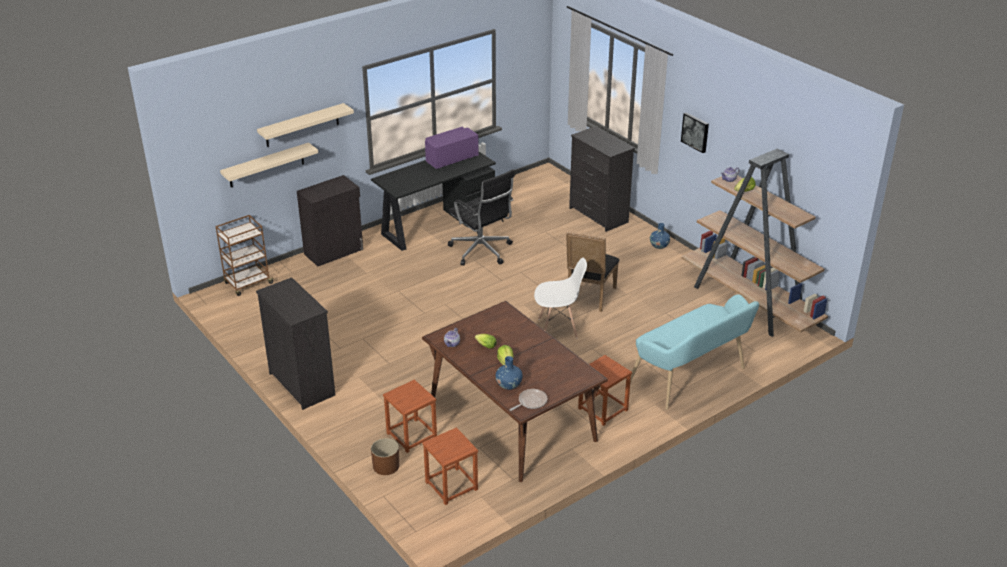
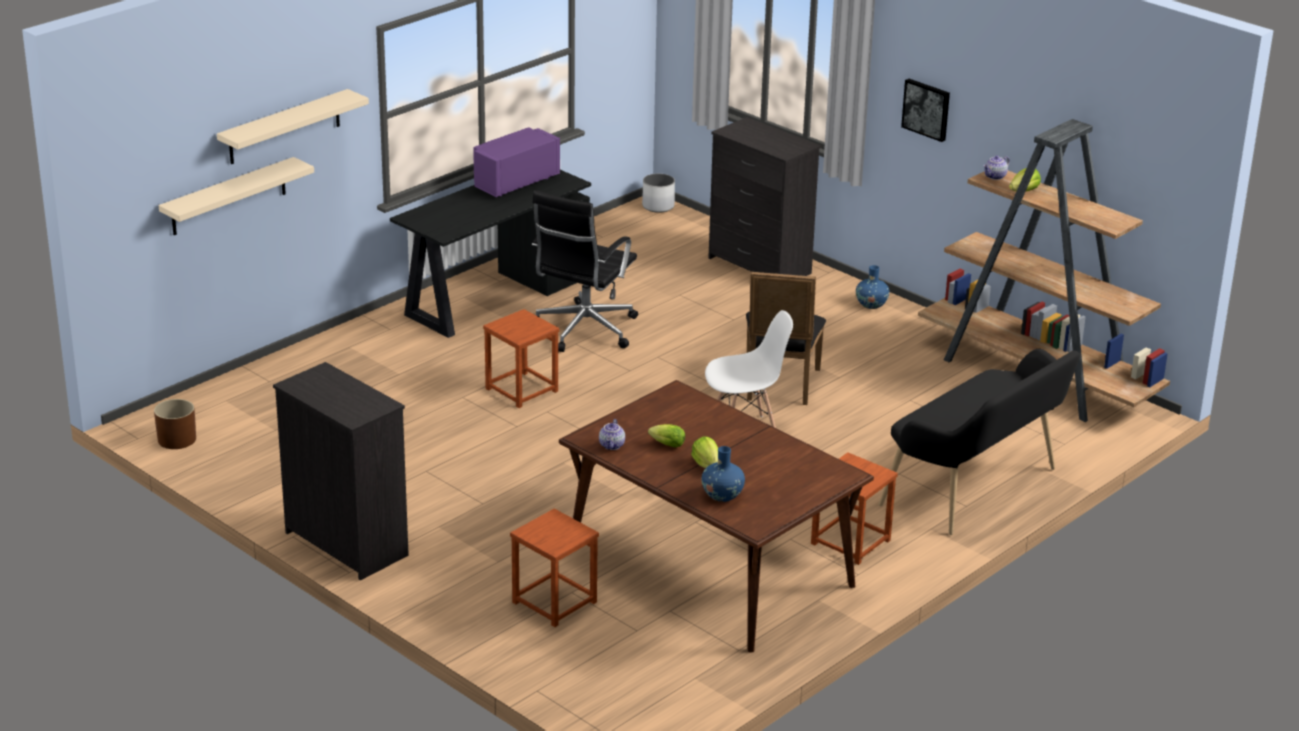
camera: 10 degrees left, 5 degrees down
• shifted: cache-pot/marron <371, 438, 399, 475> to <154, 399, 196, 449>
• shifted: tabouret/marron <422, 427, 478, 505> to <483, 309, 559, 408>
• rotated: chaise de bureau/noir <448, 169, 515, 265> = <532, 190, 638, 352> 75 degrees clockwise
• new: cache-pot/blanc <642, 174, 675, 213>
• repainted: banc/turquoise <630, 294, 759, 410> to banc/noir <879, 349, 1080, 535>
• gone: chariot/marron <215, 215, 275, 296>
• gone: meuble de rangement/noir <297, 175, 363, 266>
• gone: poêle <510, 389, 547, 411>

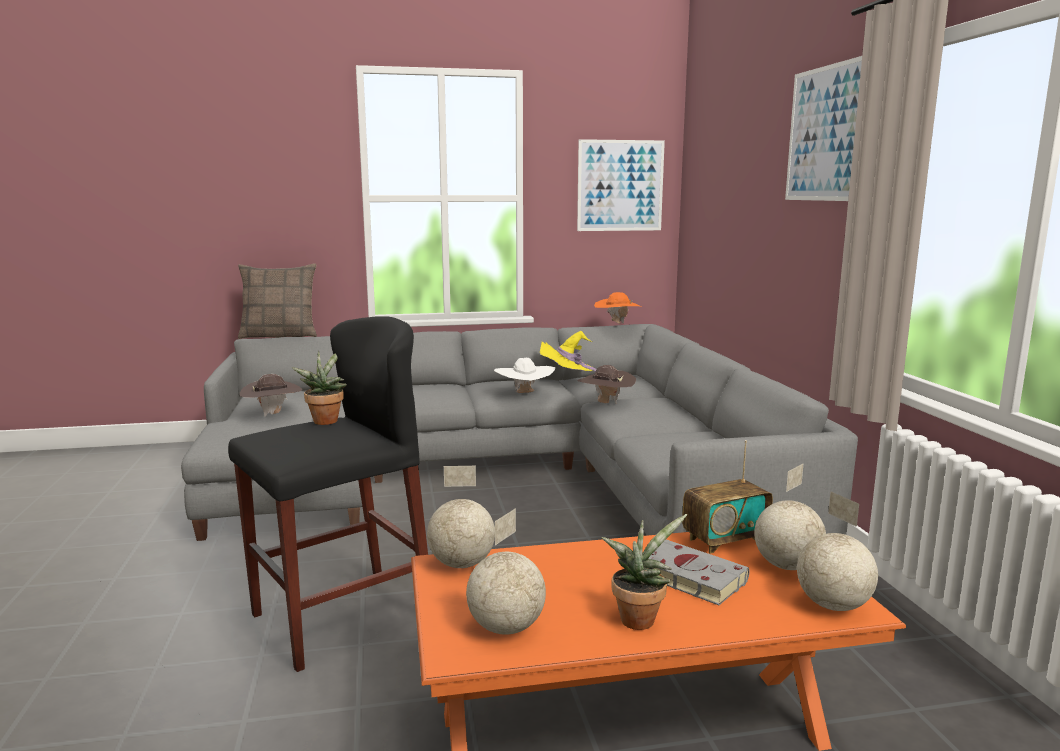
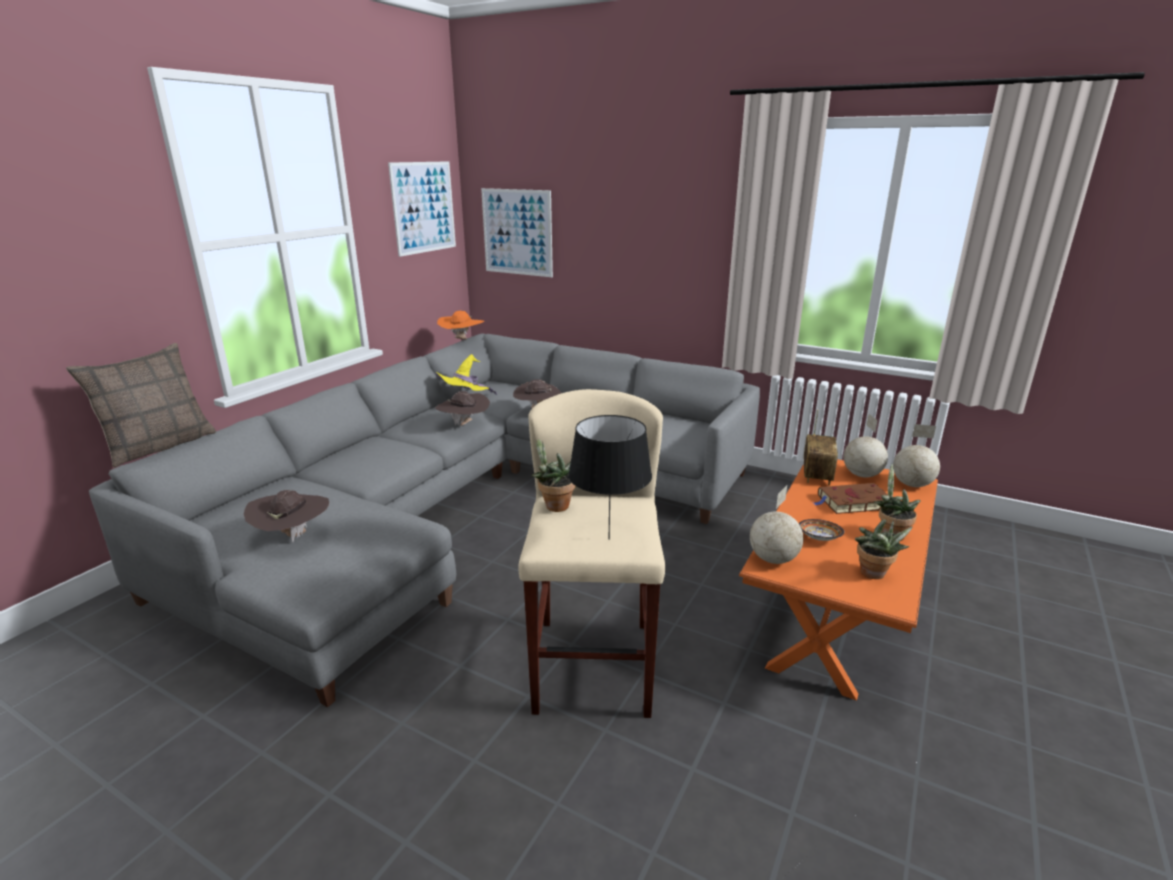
camera: 50 degrees left, 10 degrees up
• repainted: chapeau/blanc <494, 358, 555, 393> to chapeau/marron <435, 391, 490, 426>
• shifted: tableau <785, 56, 862, 201> to <481, 188, 553, 277>
• repainted: tabouret/noir <228, 316, 428, 672> to tabouret/beige <518, 389, 665, 718>
• new: lampe de table/noir <568, 415, 652, 540>
• new: bol <799, 519, 844, 541>
• repainted: livre/gris <648, 539, 749, 605> to livre/marron <814, 483, 888, 514>
• swapped: globe <466, 508, 546, 635> to plante en pot <855, 519, 913, 579>

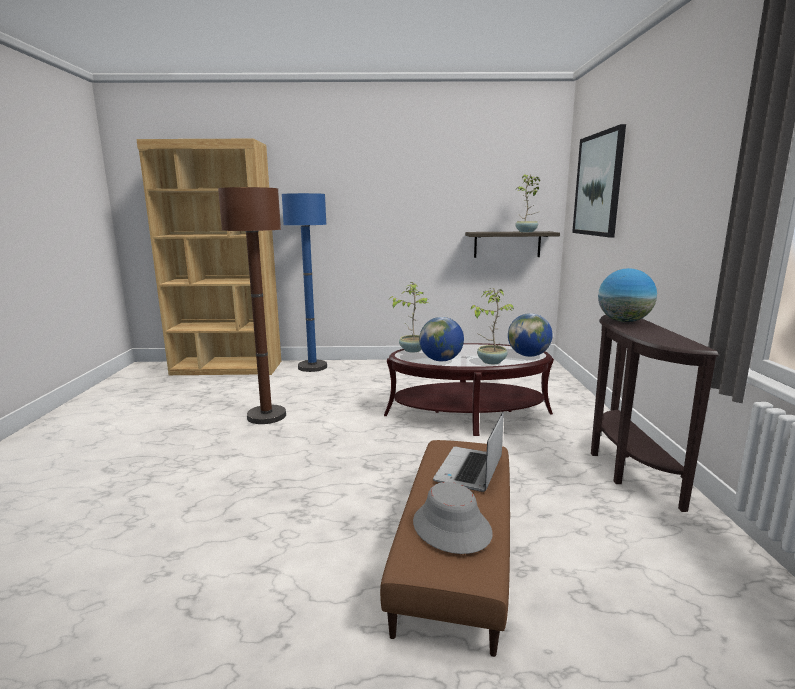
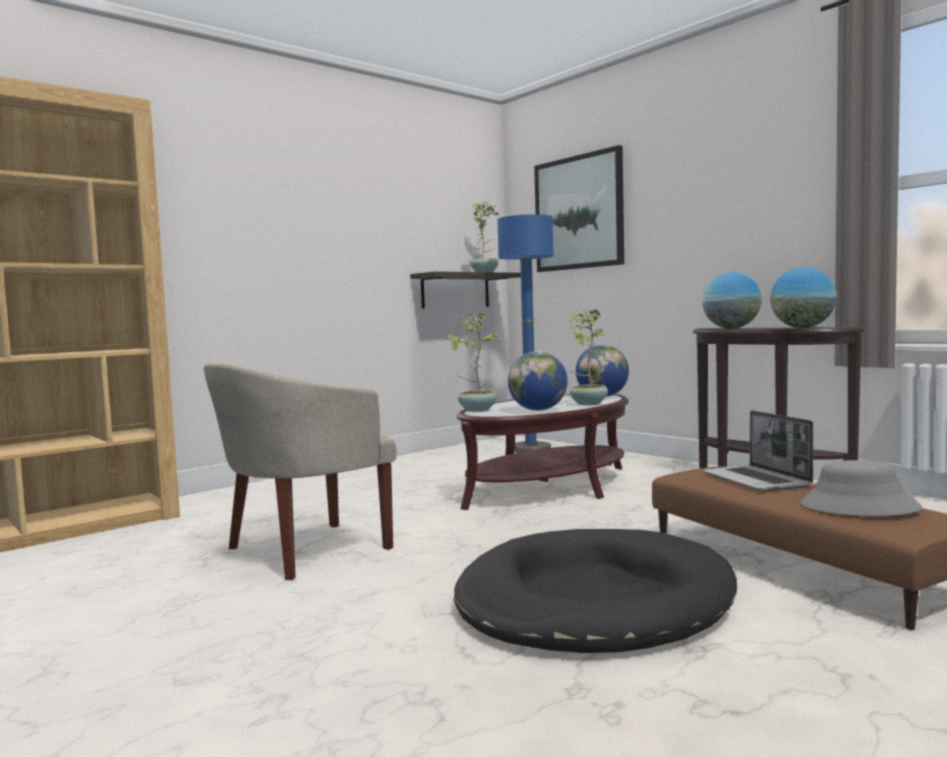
camera: 40 degrees left, 10 degrees down
• swapped: lampadaire/marron <218, 187, 286, 424> to fauteuil/beige <204, 361, 397, 580>
• new: panier pour chien/noir <454, 529, 737, 653>
• shifted: lampadaire/bleu <282, 193, 327, 372> to <497, 214, 554, 453>
• new: globe <770, 267, 837, 328>

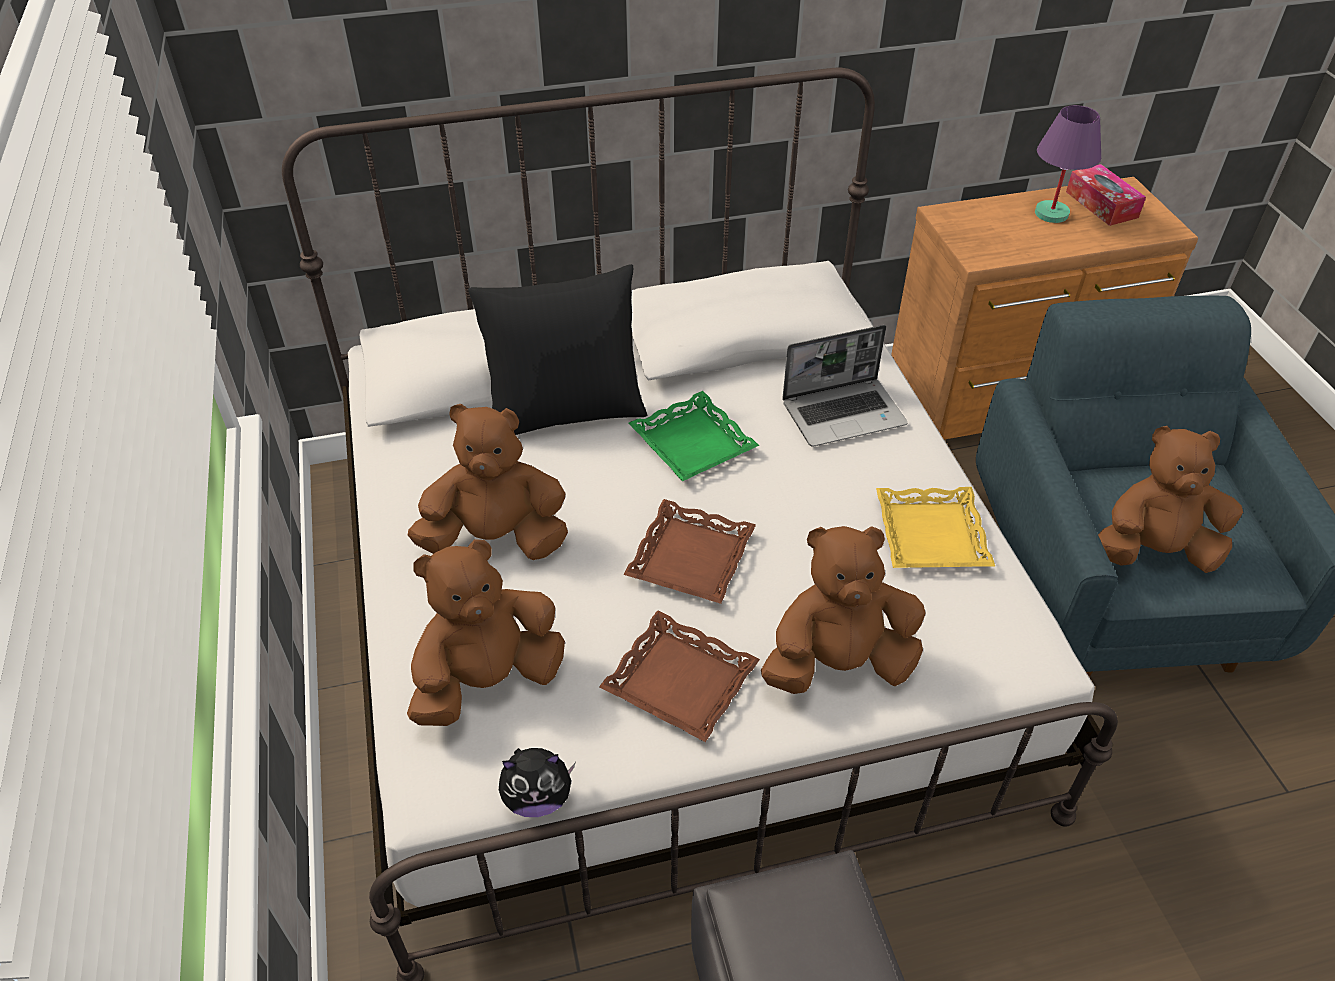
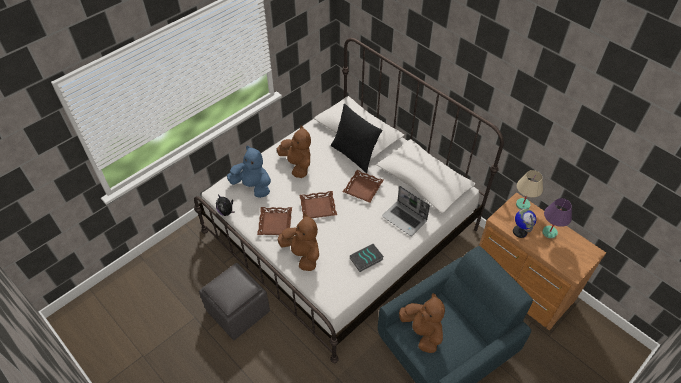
camera: 60 degrees right, 5 degrees up
• repainted: peluche/marron <407, 539, 565, 726> to peluche/bleu <227, 146, 271, 198>
• repainted: plateau/vert <629, 391, 759, 481> to plateau/marron <343, 170, 384, 203>
• swapped: plateau/jaune <876, 487, 995, 568> to livre <350, 244, 384, 272>
• new: globe <513, 209, 536, 238>
• new: lampe de table/beige <516, 170, 543, 210>
• gone: boîte à mouchoirs <1066, 164, 1146, 226>

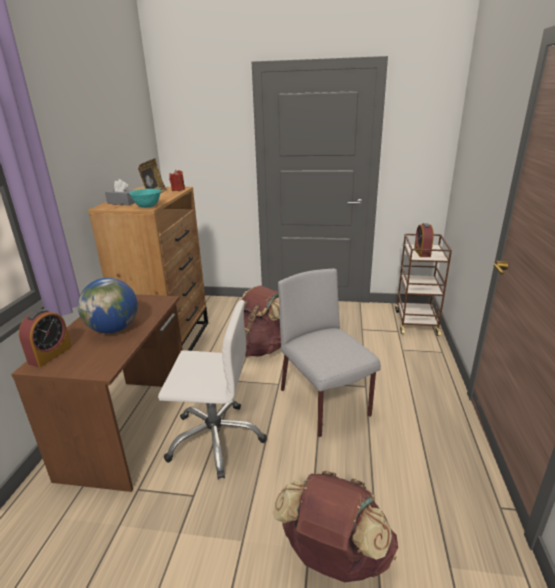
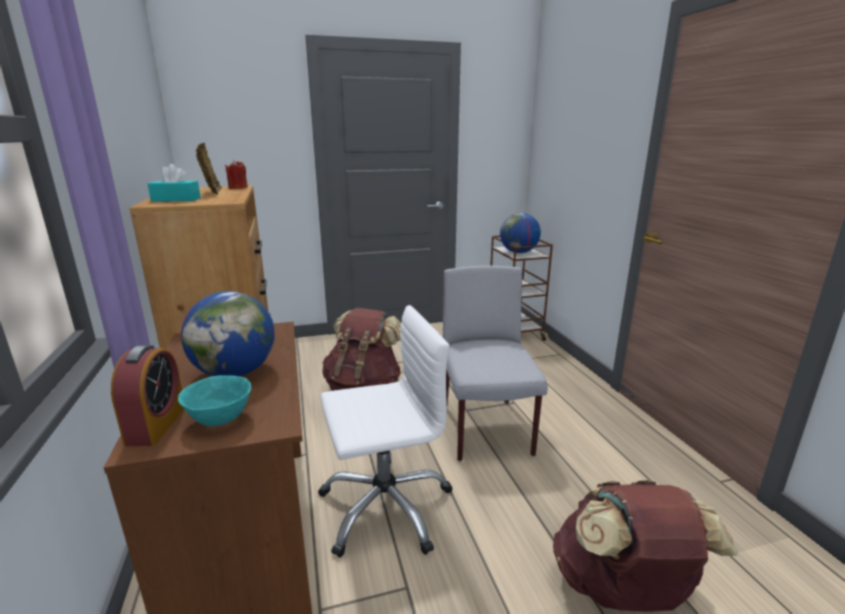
camera: 25 degrees left, 5 degrees down
• repainted: boîte à mouchoirs/gris <105, 179, 135, 205> to boîte à mouchoirs/turquoise <147, 164, 201, 202>
• shifted: bol/turquoise <129, 189, 161, 208> to <178, 375, 251, 426>
• rotated: chaise/gris <278, 269, 381, 437> = <443, 266, 548, 461> 45 degrees clockwise
• swapped: réveil <414, 223, 434, 257> to globe <500, 213, 541, 253>

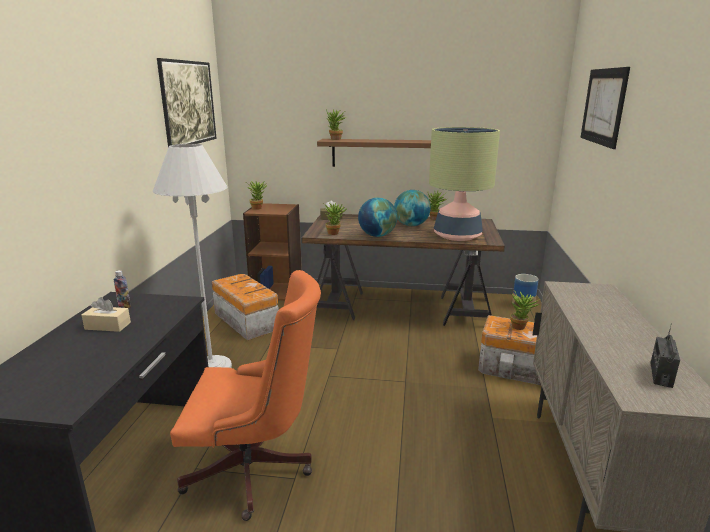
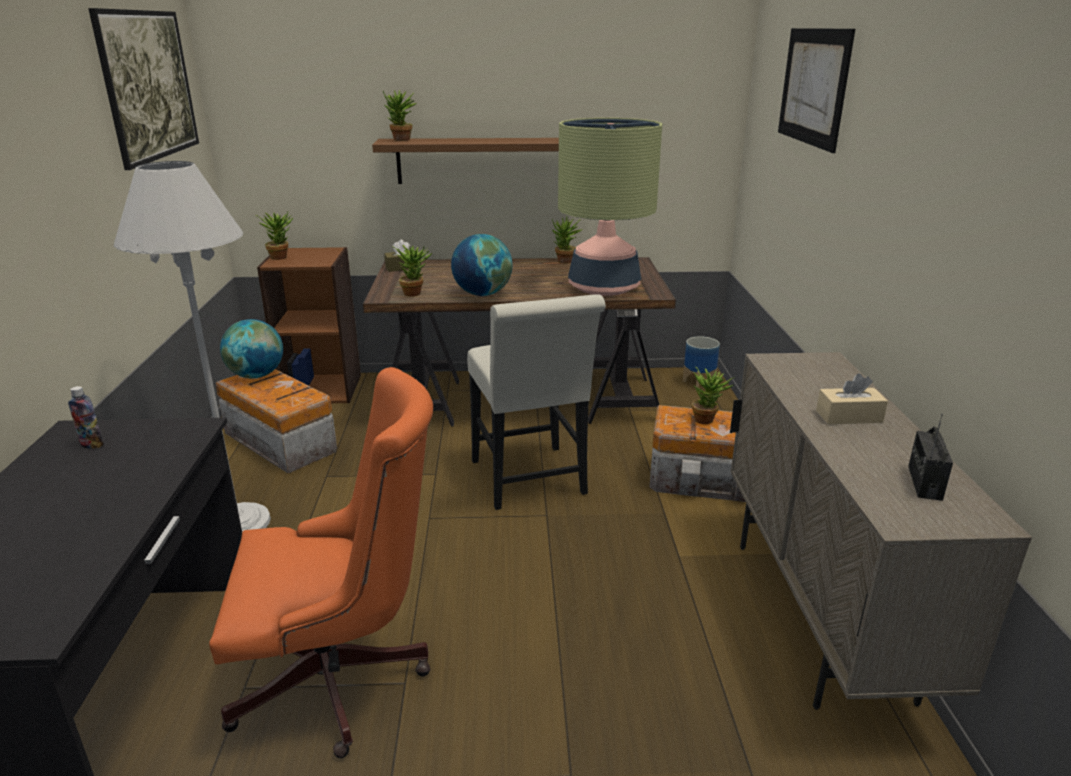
camera: 10 degrees left, 5 degrees up
• shifted: globe <394, 190, 431, 226> to <220, 319, 283, 378>
• new: chaise/blanc <467, 294, 606, 510>
• shifted: boîte à mouchoirs/beige <82, 297, 131, 332> to <816, 374, 888, 424>

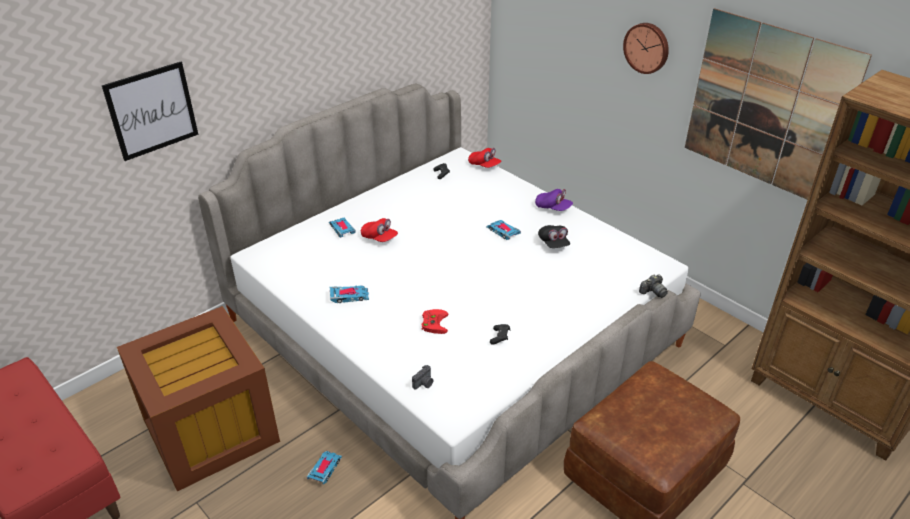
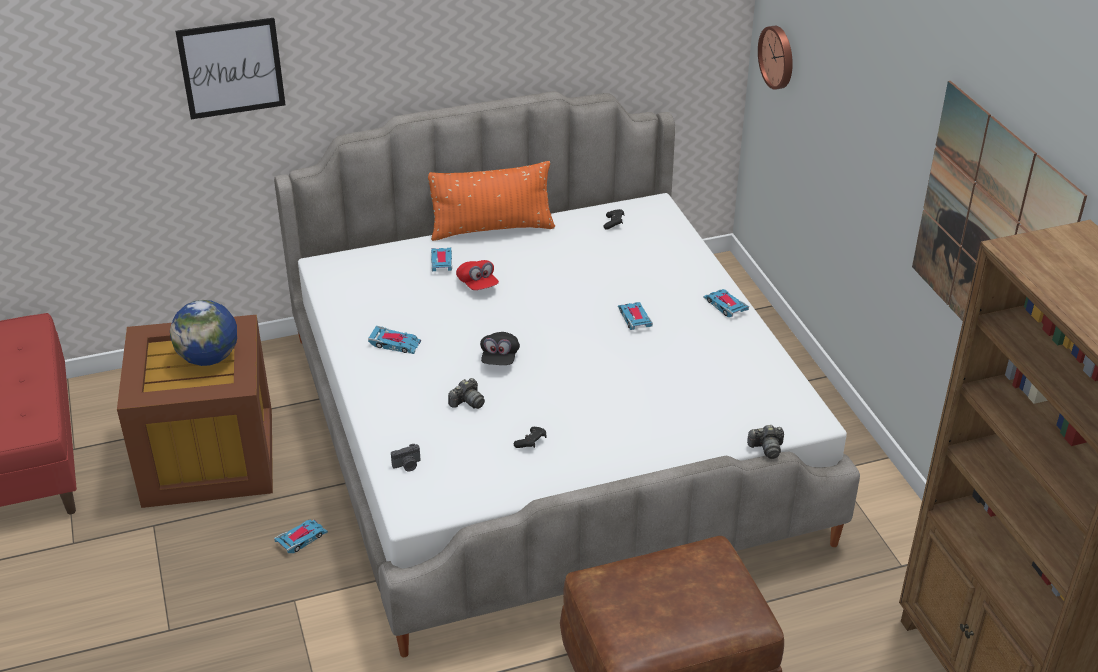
camera: 25 degrees right, 0 degrees up
• new: globe <170, 300, 237, 366>
• new: coussin/orange <428, 161, 555, 241>
• swapped: manette/rouge <421, 309, 449, 334> to appareil photo <448, 378, 485, 409>
• shifted: casquette/noir <538, 225, 570, 248> to <480, 332, 520, 365>
• swapped: casquette/violet <535, 189, 573, 211> to petite voiture <703, 289, 749, 317>
• shifted: horloge murale <623, 23, 669, 74> to <758, 26, 793, 90>
• gone: casquette/rouge <468, 148, 501, 168>

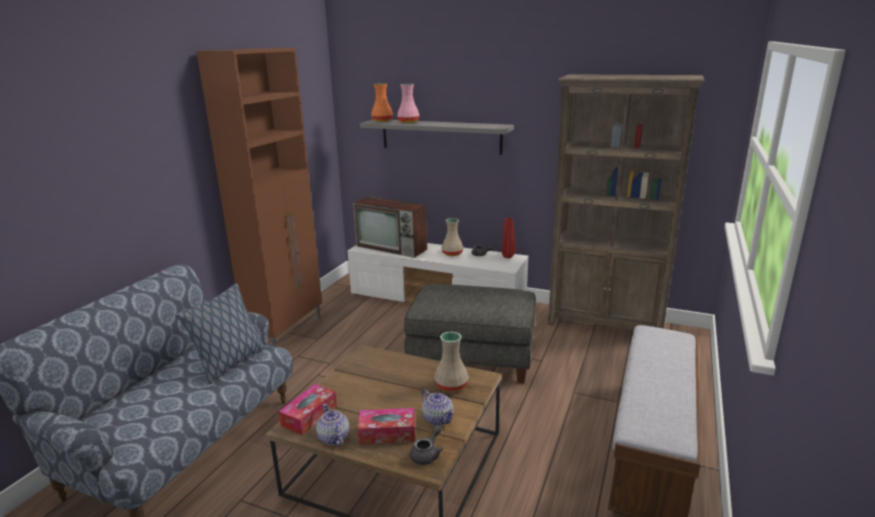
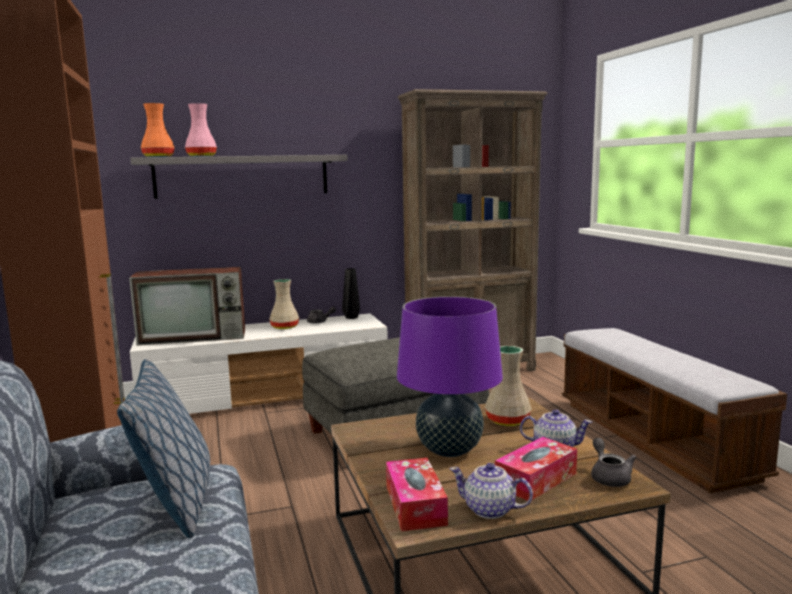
camera: 40 degrees left, 10 degrees down
• repainted: vase/rouge <502, 218, 516, 258> to vase/noir <342, 268, 360, 319>
• new: lampe de table/violet <397, 296, 503, 457>

